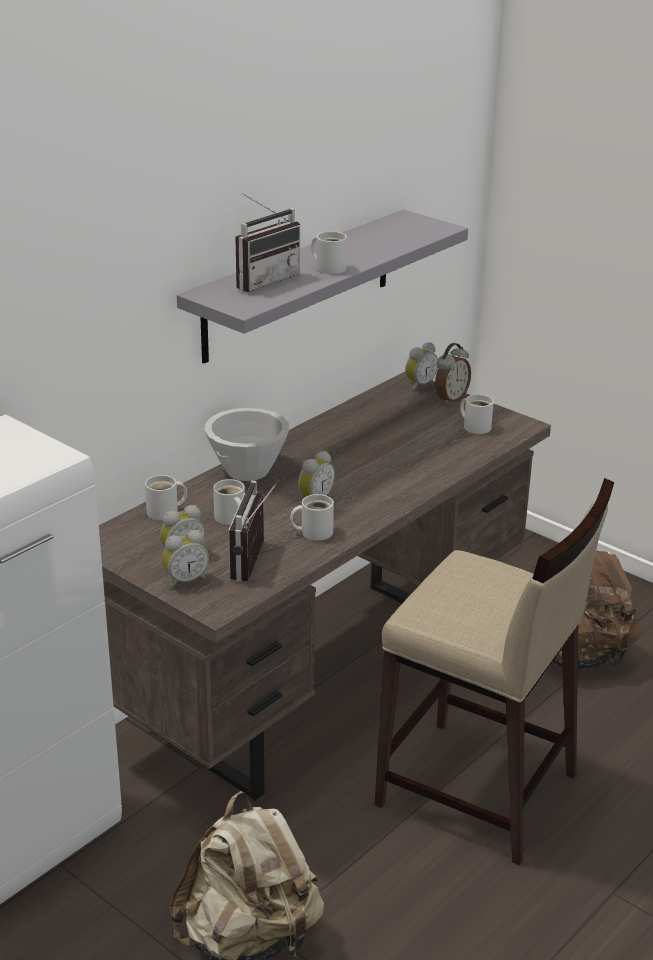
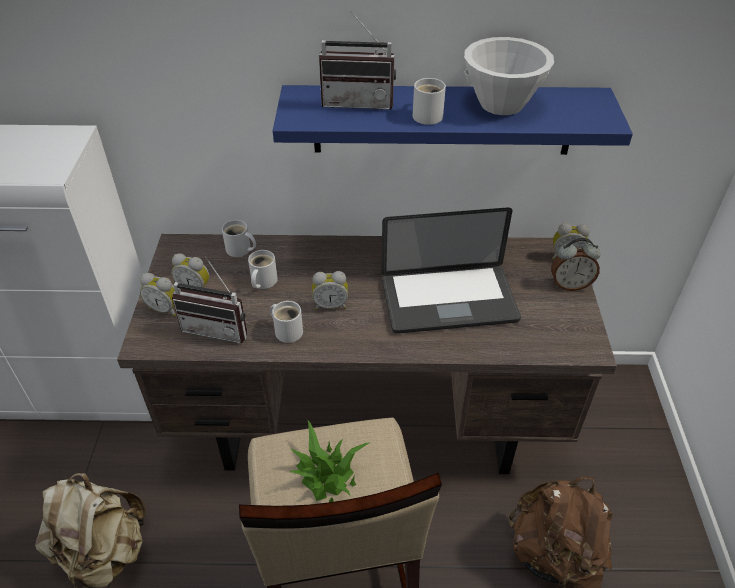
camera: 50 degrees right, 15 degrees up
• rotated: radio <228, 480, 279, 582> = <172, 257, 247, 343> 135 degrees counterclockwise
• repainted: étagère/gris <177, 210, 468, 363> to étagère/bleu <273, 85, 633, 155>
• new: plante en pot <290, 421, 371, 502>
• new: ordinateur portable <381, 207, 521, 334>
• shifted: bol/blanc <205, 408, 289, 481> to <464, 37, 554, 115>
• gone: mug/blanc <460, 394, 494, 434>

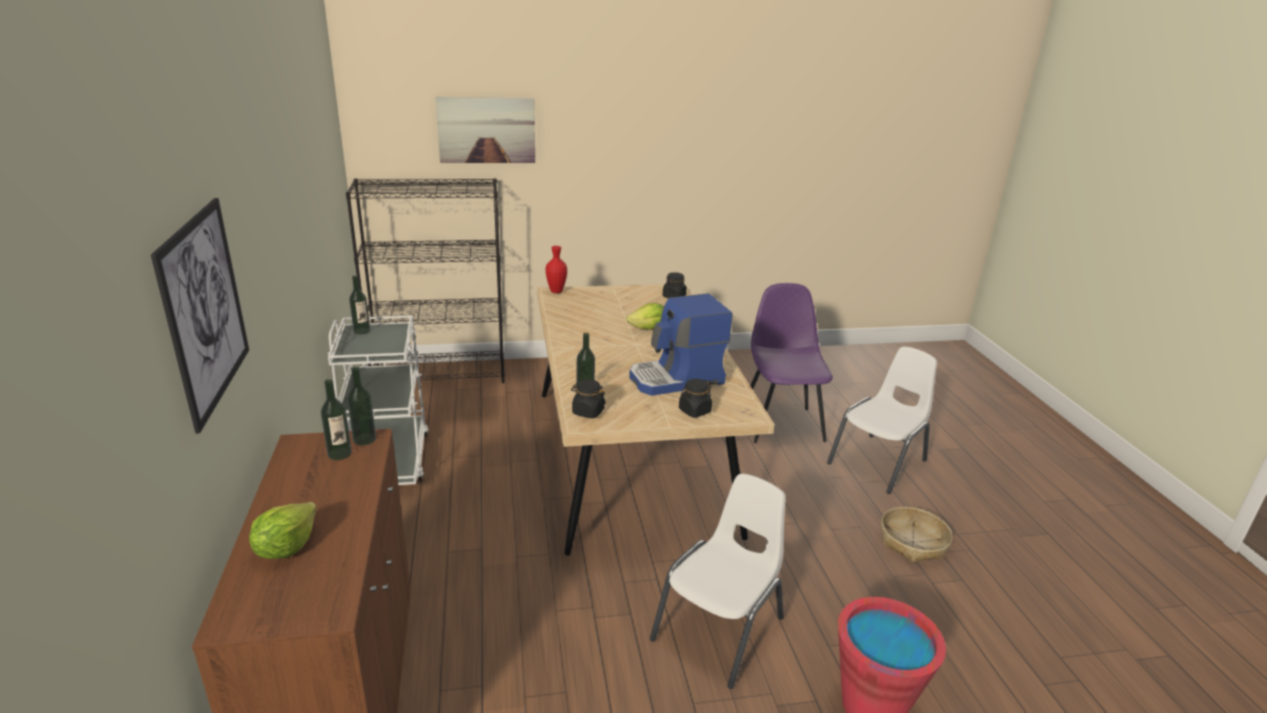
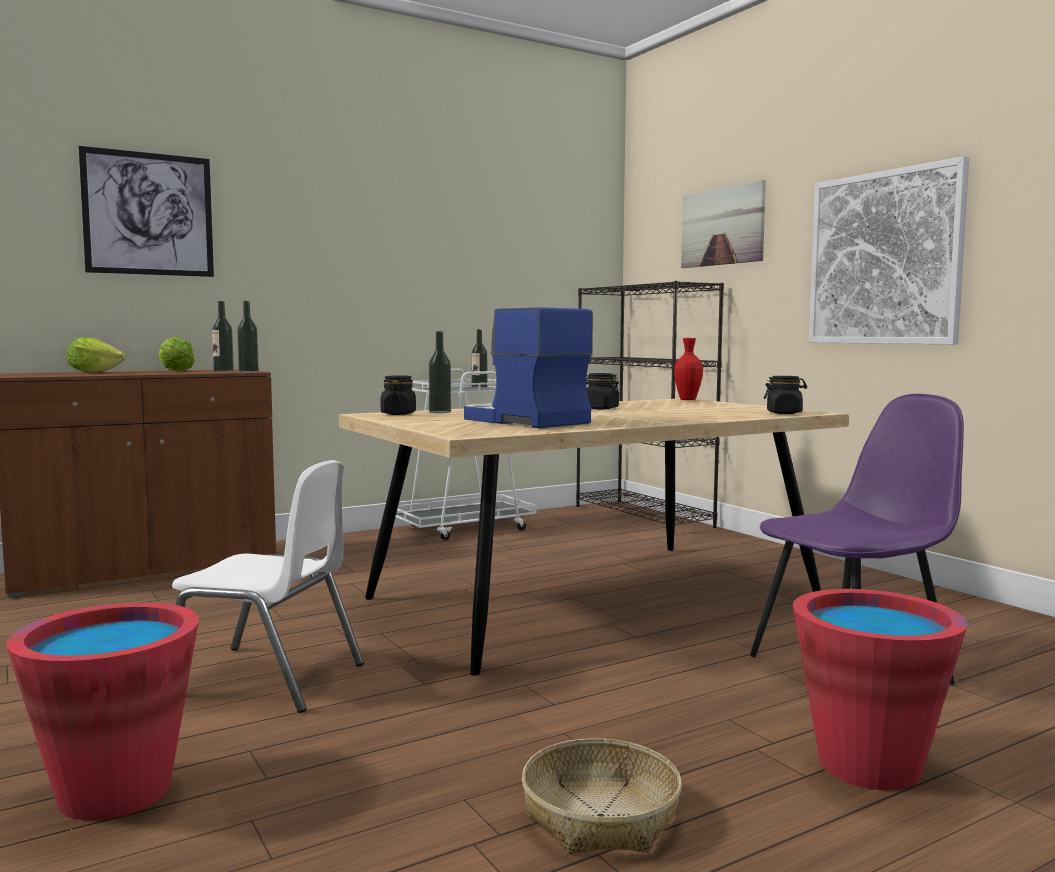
camera: 70 degrees right, 20 degrees down
• shifted: laitue <626, 303, 664, 330> to <159, 337, 195, 371>
• shifted: bocal/noir <679, 379, 712, 417> to <586, 373, 620, 409>
• swapped: chaise/blanc <827, 347, 937, 494> to seau/rouge <793, 589, 968, 791>
• new: tableau <809, 156, 969, 344>

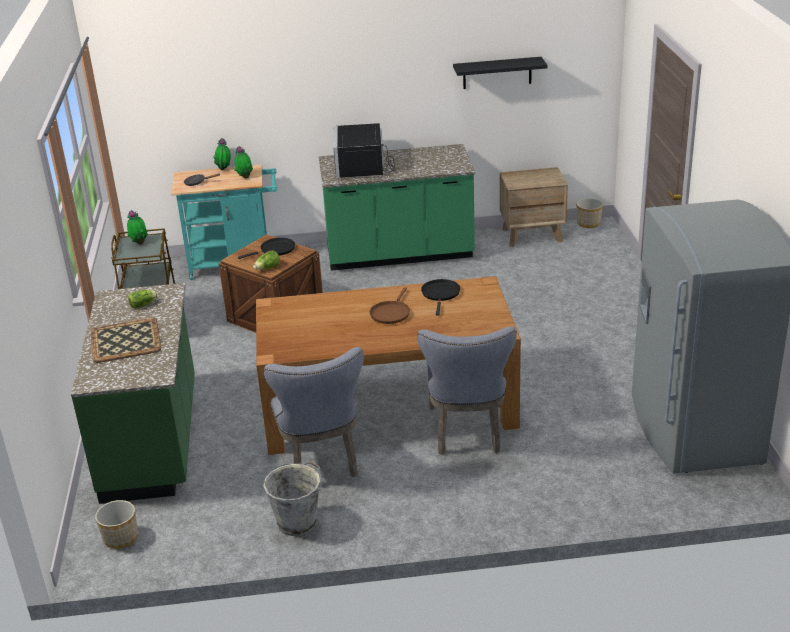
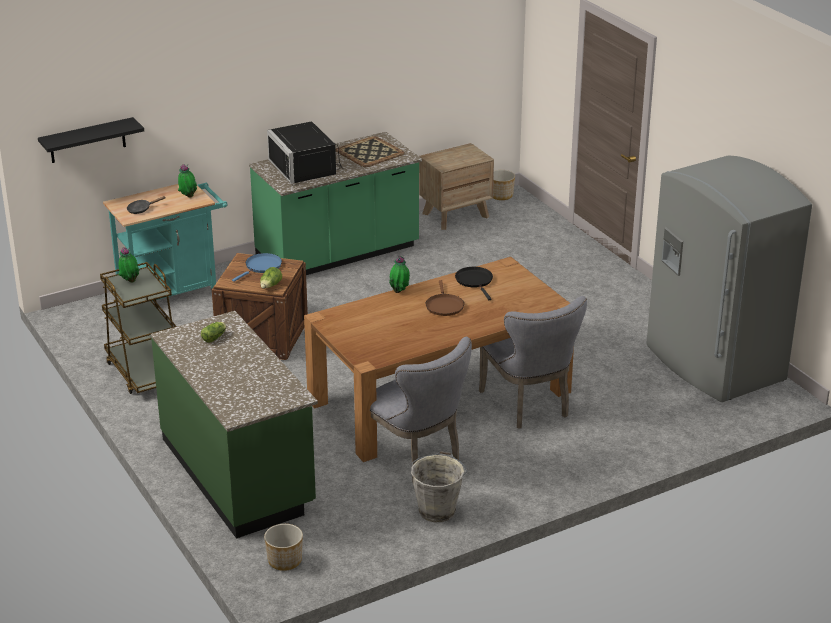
camera: 25 degrees left, 0 degrees up
• shifted: étagère/noir <453, 57, 547, 89> to <38, 117, 144, 163>
• repainted: poêle/noir <238, 238, 295, 259> to poêle/bleu <232, 253, 282, 282>
• shifted: plateau <91, 318, 162, 363> to <335, 136, 405, 167>
• shifted: plante en pot <213, 138, 231, 170> to <389, 256, 410, 293>

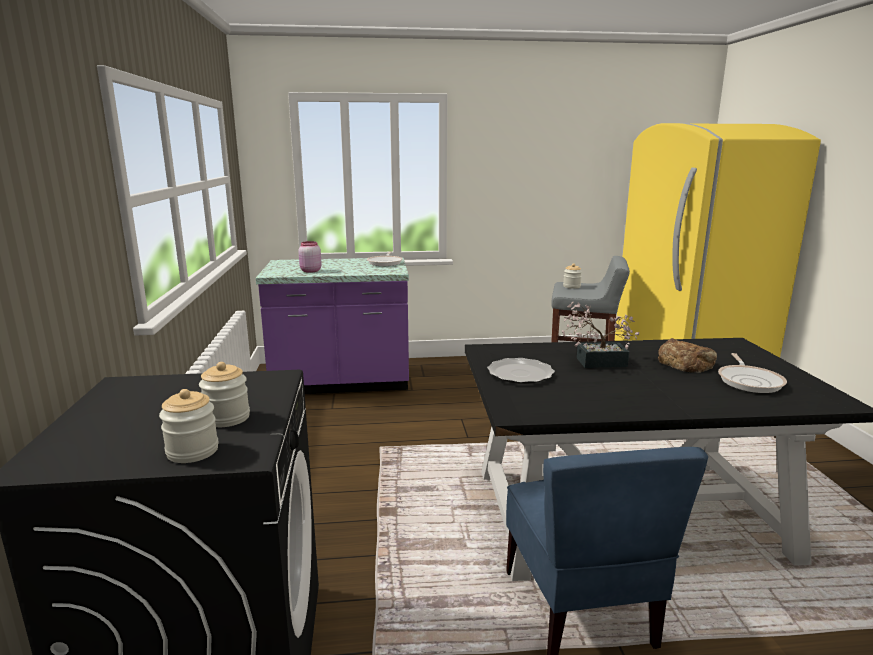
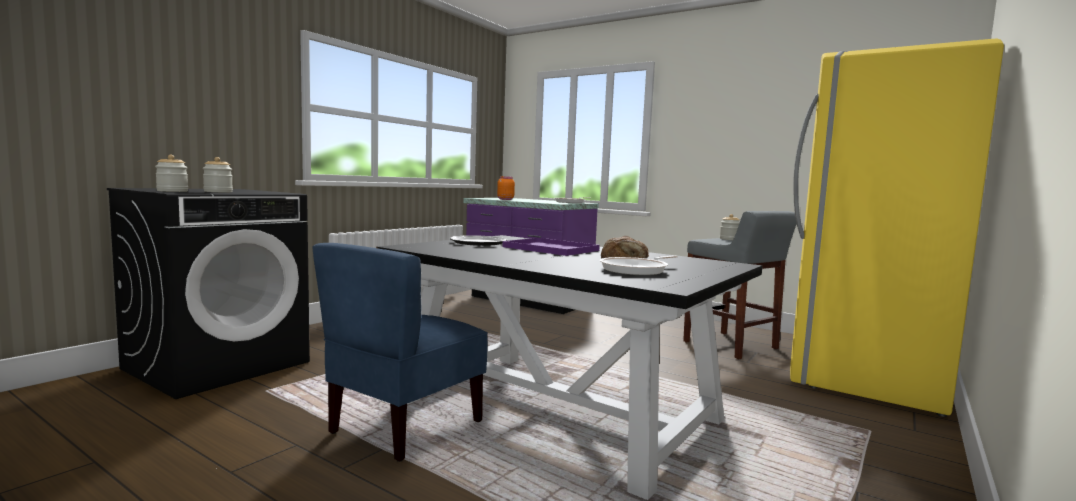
camera: 40 degrees right, 10 degrees down
• repainted: bocal/rose <299, 241, 322, 273> to bocal/orange <497, 176, 515, 200>
• swapped: plante en pot <562, 302, 640, 368> to plateau/violet <502, 238, 600, 256>

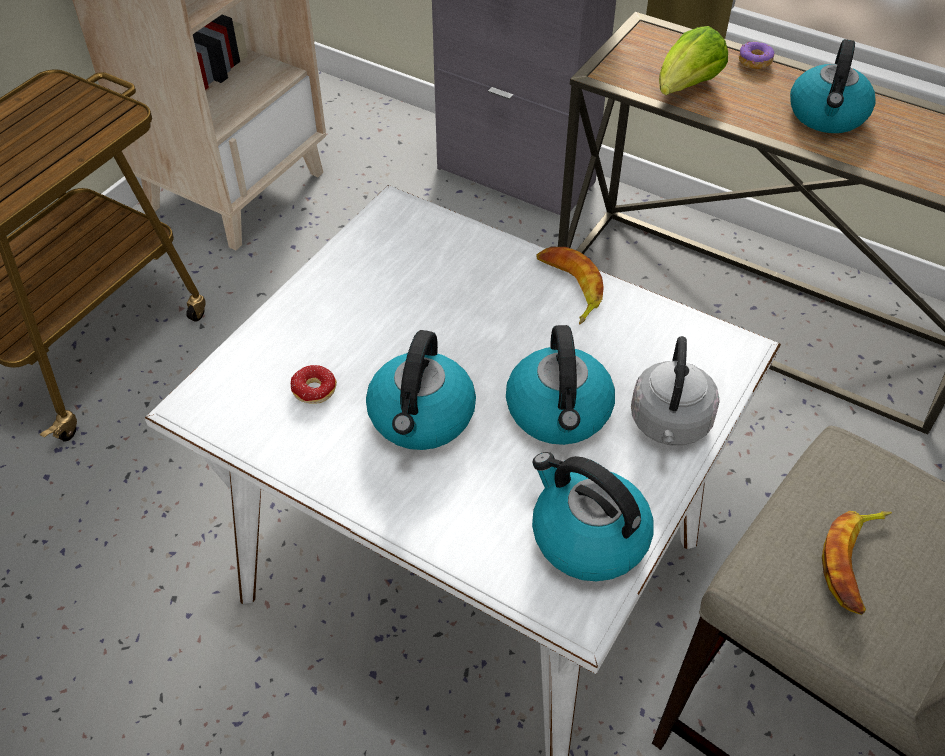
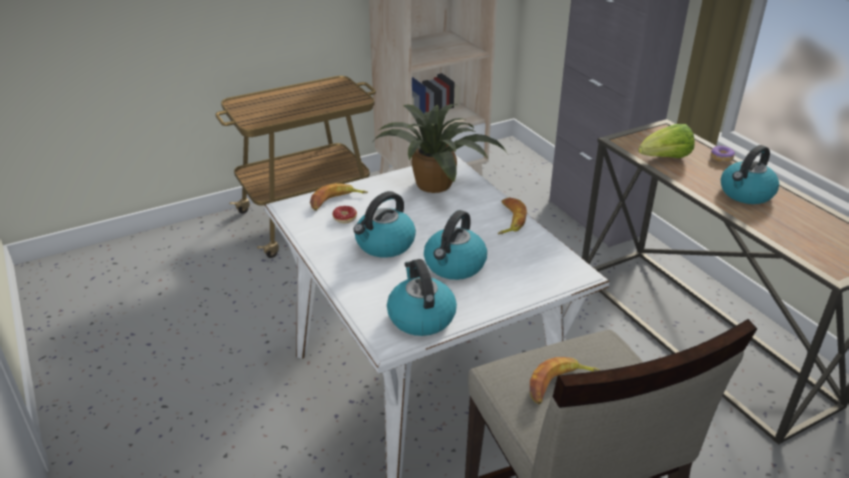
camera: 30 degrees right, 15 degrees down
• new: banane <310, 183, 368, 211>
• new: plante en pot <374, 104, 508, 193>
• gone: bouilloire/gris <631, 336, 720, 446>

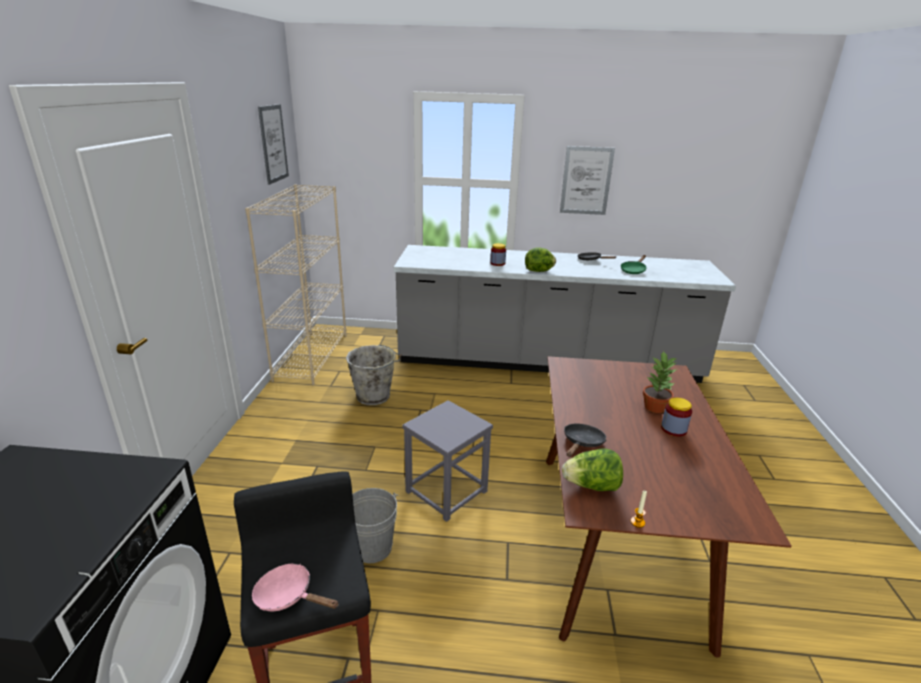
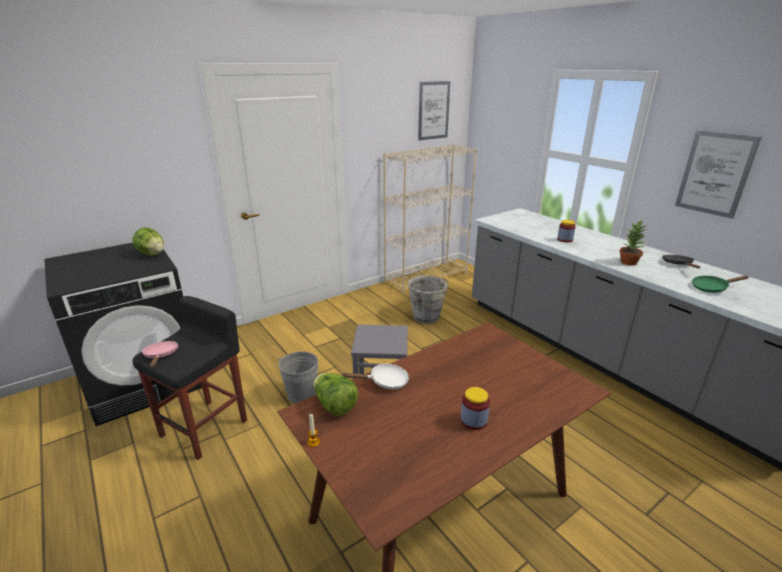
camera: 50 degrees right, 0 degrees up
• shifted: laitue <525, 247, 556, 272> to <132, 227, 164, 256>
• repainted: poêle/noir <564, 423, 606, 457> to poêle/blanc <342, 363, 409, 389>
• shifted: plante en pot <643, 350, 678, 413> to <619, 220, 647, 266>

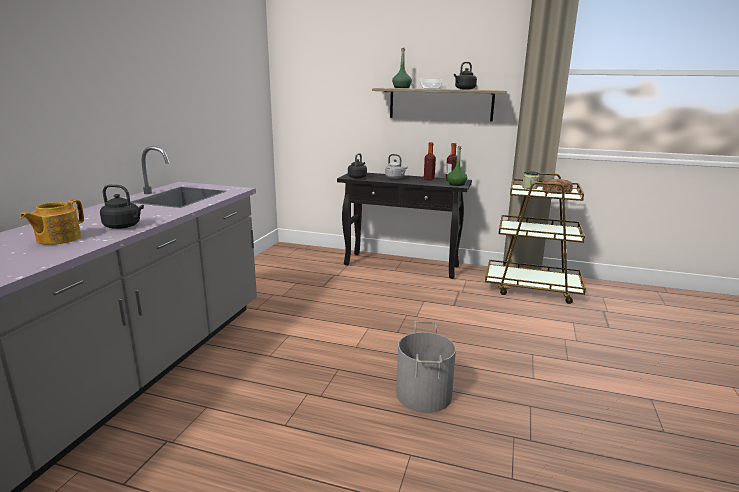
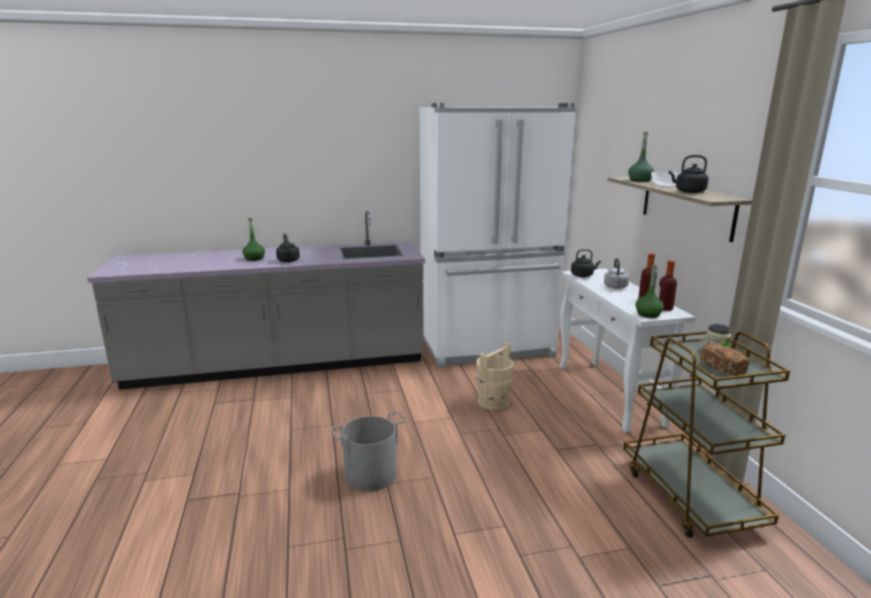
camera: 60 degrees right, 0 degrees up
• swapped: théière <20, 199, 84, 245> to bouteille/vert <242, 218, 265, 261>
• new: réfrigérateur/blanc <420, 103, 576, 368>
• new: seau/beige <476, 343, 514, 410>
• repainted: table console/noir <337, 173, 472, 279> to table console/blanc <560, 269, 696, 433>

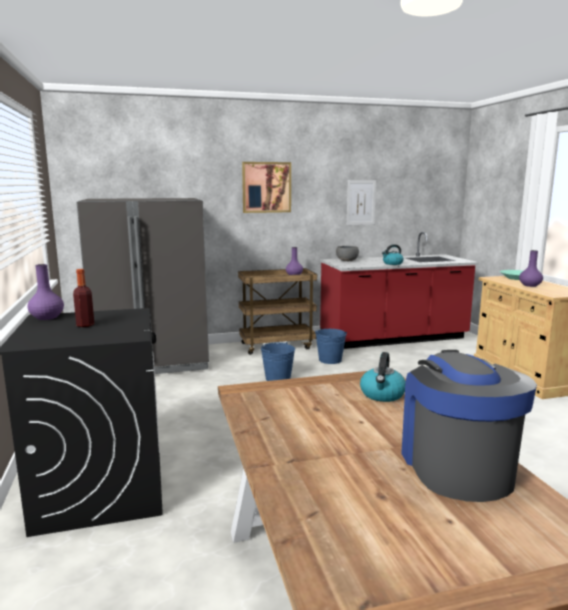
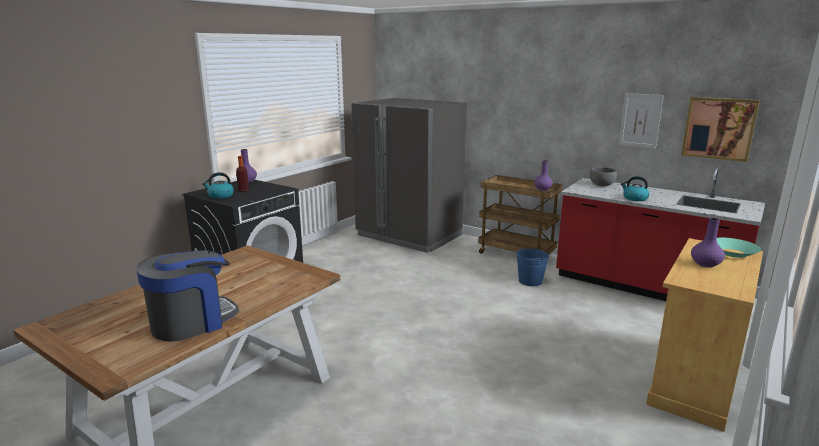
camera: 50 degrees right, 5 degrees up
• shifted: bouilloire <360, 352, 406, 402> to <202, 172, 234, 199>
• shifted: tableau <242, 162, 291, 213> to <681, 97, 760, 162>
• gone: seau/bleu <261, 342, 295, 381>

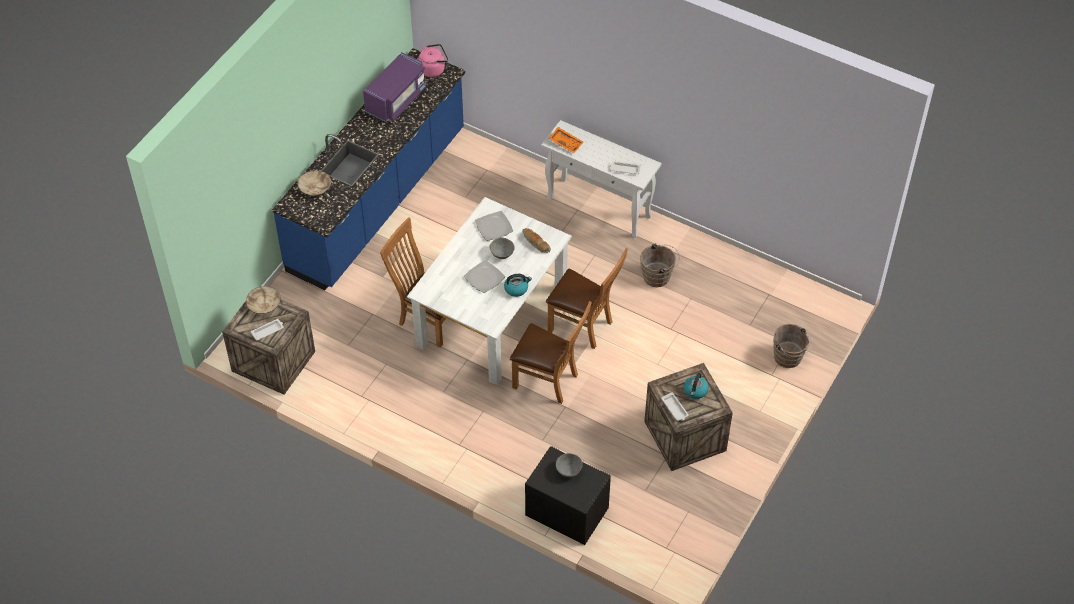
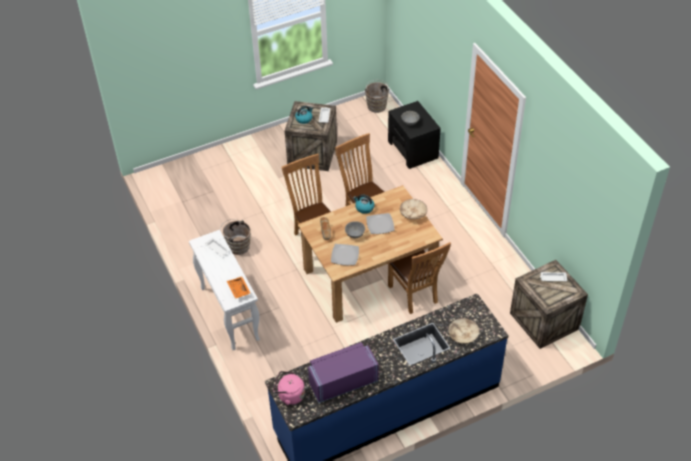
camera: 145 degrees left, 5 degrees down
• repainted: table à manger/blanc <407, 197, 572, 385> to table à manger/marron <297, 185, 443, 323>
• shifted: seau/marron <773, 324, 812, 368> to <364, 80, 390, 113>
• shifted: bol/beige <246, 286, 281, 314> to <400, 199, 427, 219>

